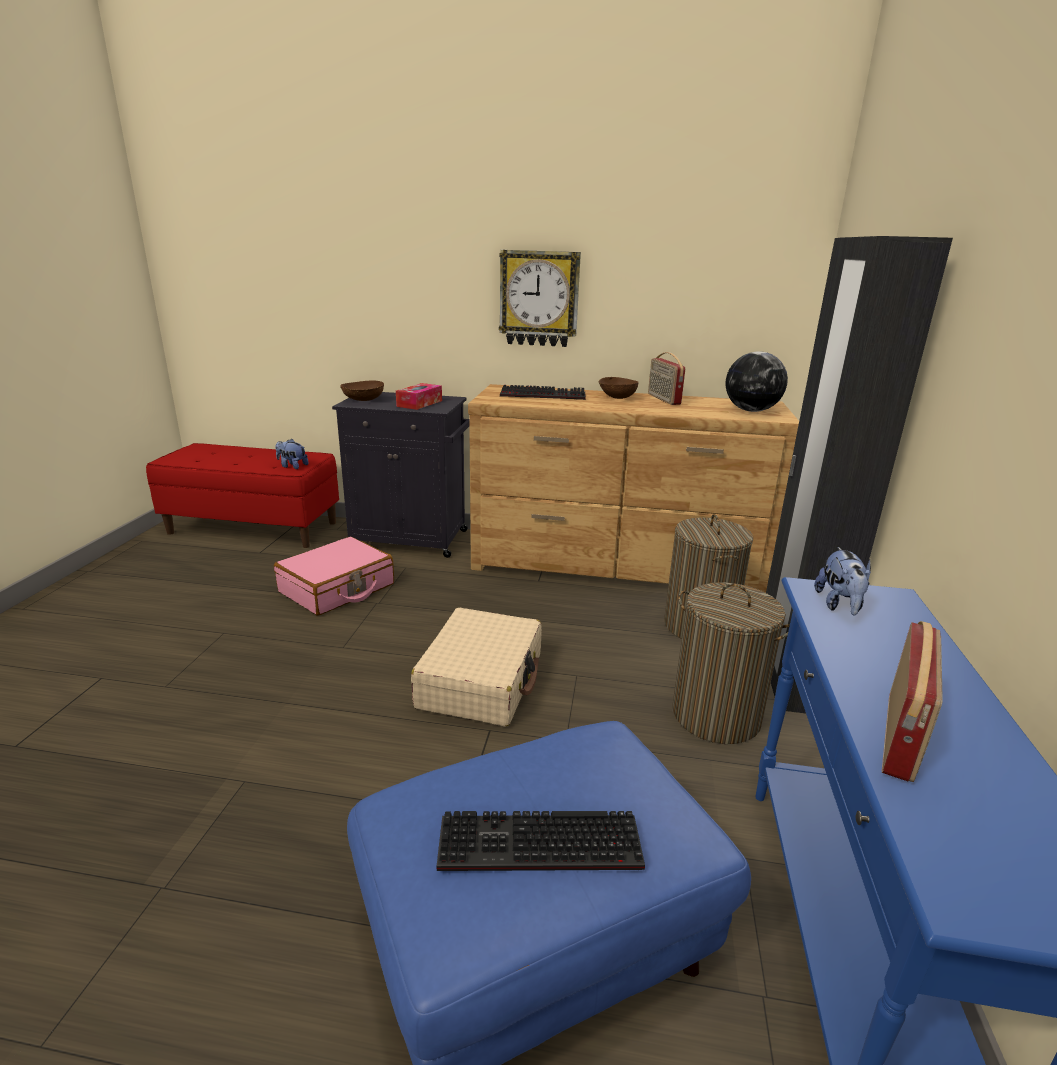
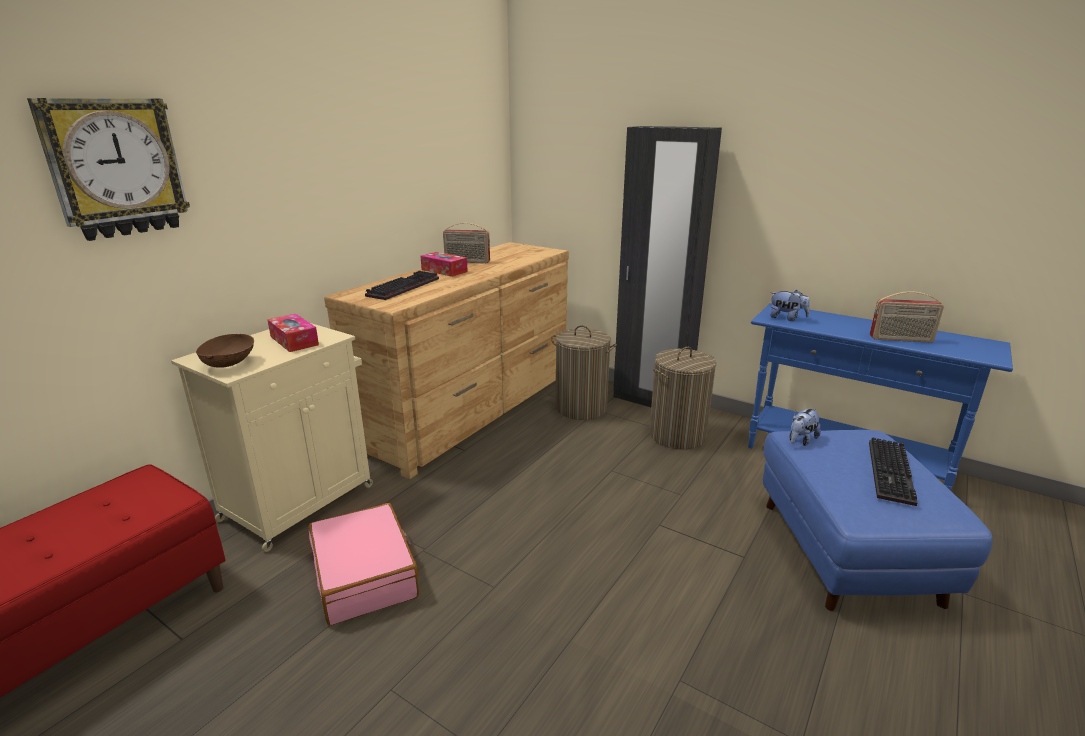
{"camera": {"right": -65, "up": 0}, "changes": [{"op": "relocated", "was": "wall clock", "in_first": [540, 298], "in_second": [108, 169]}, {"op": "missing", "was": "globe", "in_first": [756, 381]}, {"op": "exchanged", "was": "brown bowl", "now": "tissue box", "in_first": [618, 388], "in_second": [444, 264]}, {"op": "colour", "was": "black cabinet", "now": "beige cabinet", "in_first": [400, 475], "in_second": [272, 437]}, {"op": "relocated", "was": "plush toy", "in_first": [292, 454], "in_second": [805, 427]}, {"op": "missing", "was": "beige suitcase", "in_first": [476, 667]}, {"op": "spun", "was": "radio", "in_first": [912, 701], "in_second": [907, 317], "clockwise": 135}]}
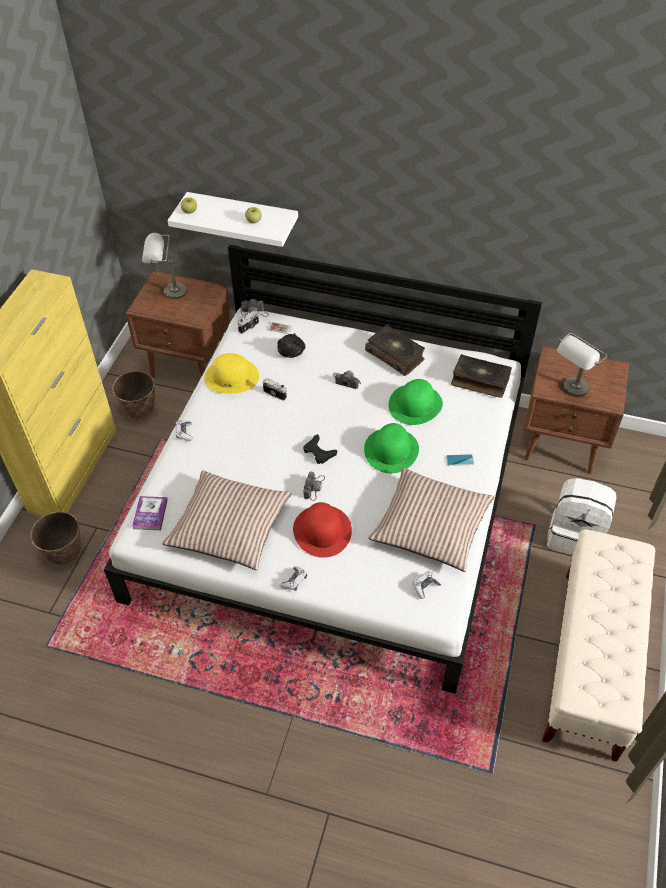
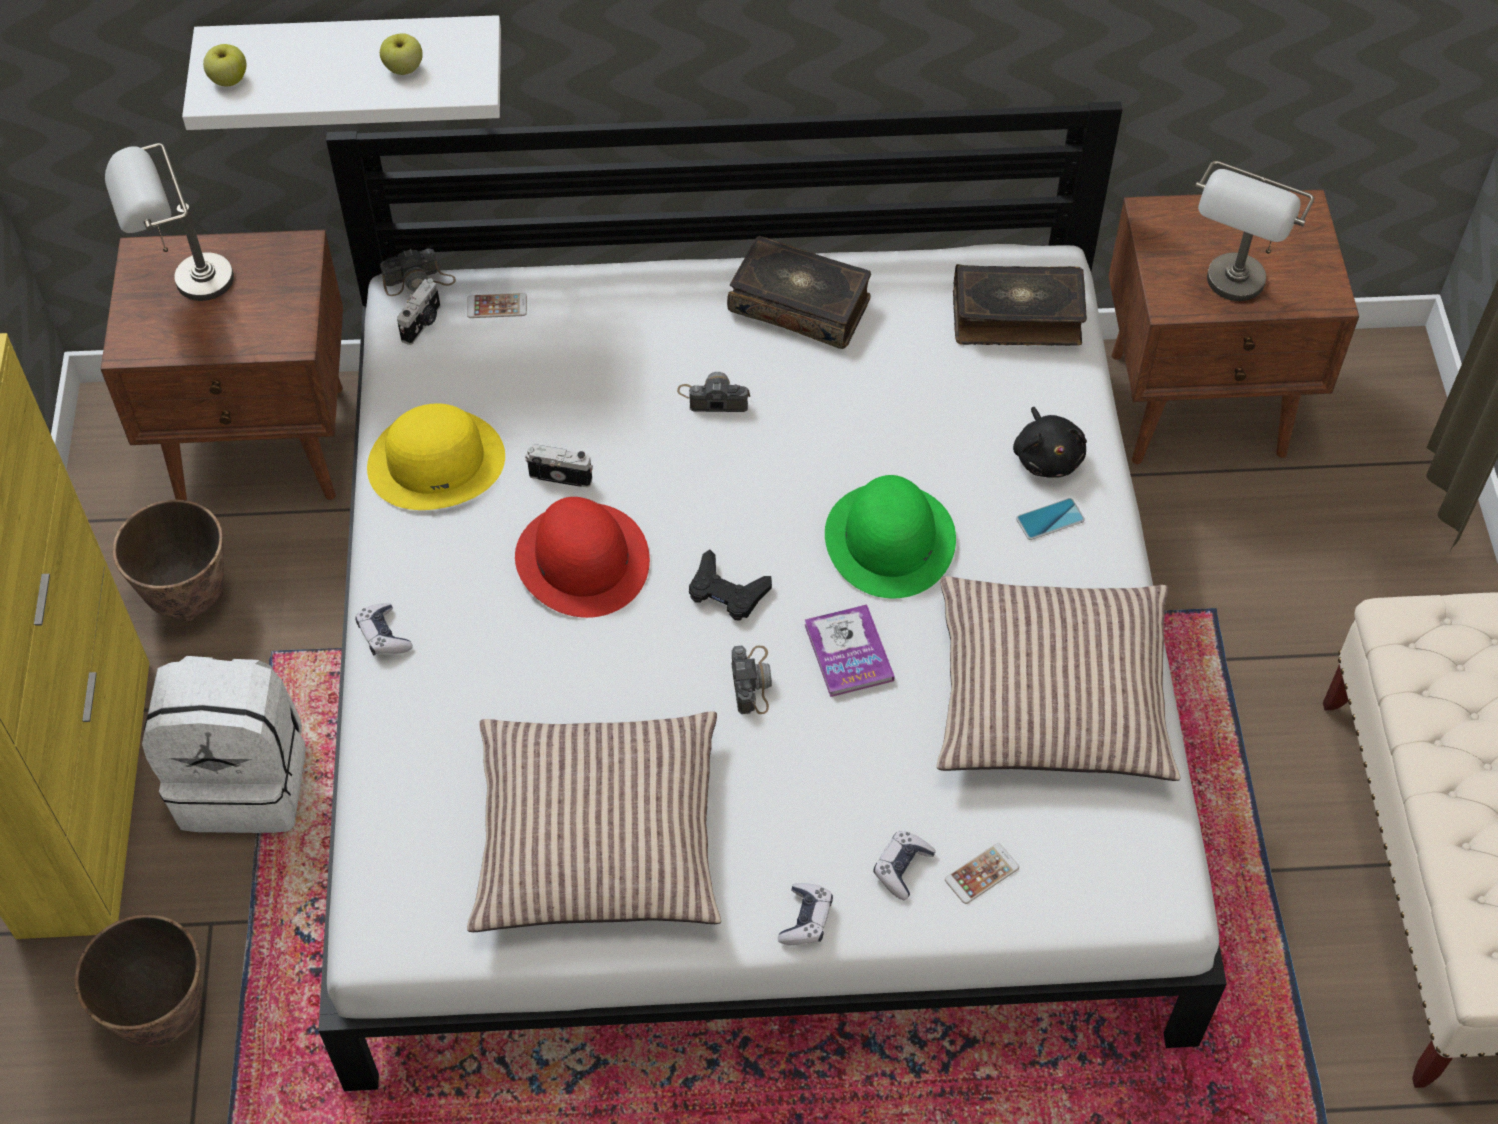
{"camera": {"right": -20, "up": 5}, "changes": [{"op": "relocated", "was": "black plush toy", "in_first": [291, 345], "in_second": [1050, 442]}, {"op": "missing", "was": "green hat", "in_first": [416, 402]}, {"op": "relocated", "was": "white backpack", "in_first": [582, 516], "in_second": [224, 744]}, {"op": "relocated", "was": "book", "in_first": [150, 513], "in_second": [850, 650]}, {"op": "relocated", "was": "red hat", "in_first": [322, 530], "in_second": [582, 557]}, {"op": "relocated", "was": "game controller", "in_first": [427, 585], "in_second": [905, 865]}, {"op": "appeared", "now": "phone", "in_second": [982, 873]}]}
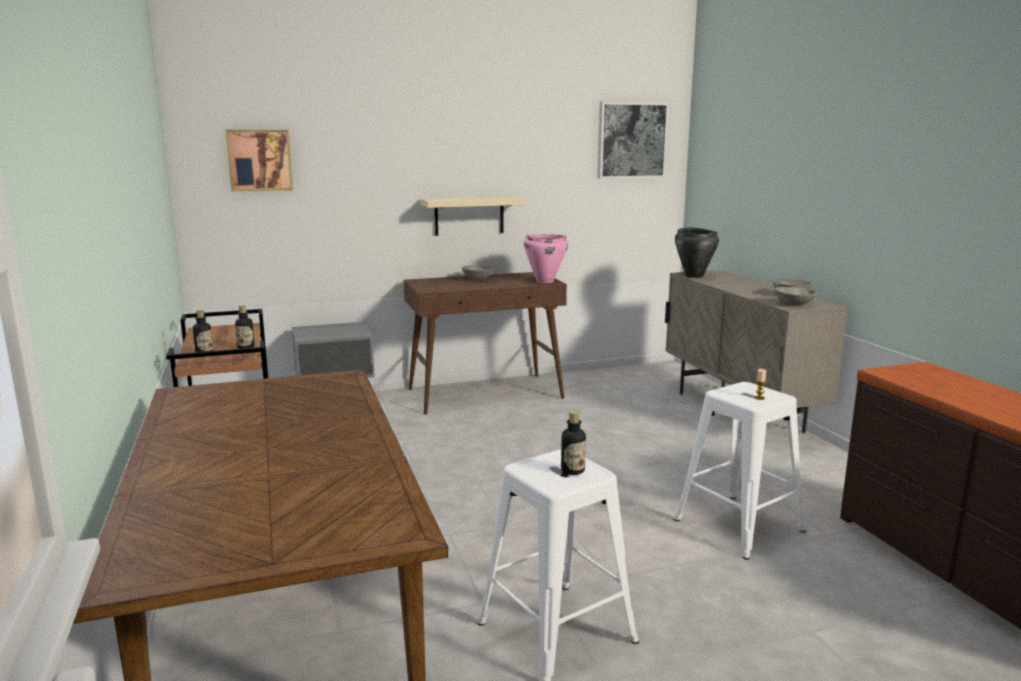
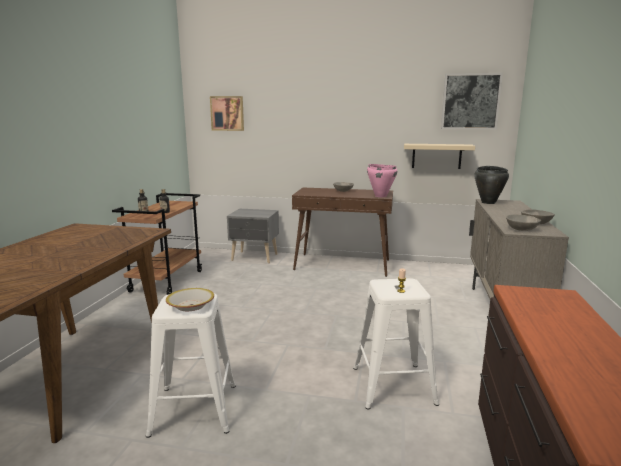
{"camera": {"right": 30, "up": 0}, "changes": [{"op": "relocated", "was": "beige shelf", "in_first": [473, 216], "in_second": [439, 156]}, {"op": "exchanged", "was": "bottle", "now": "bowl", "in_first": [573, 443], "in_second": [190, 299]}]}
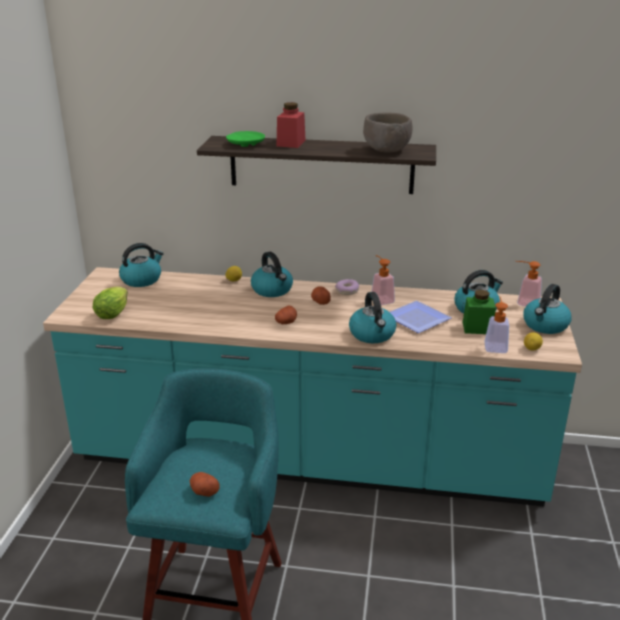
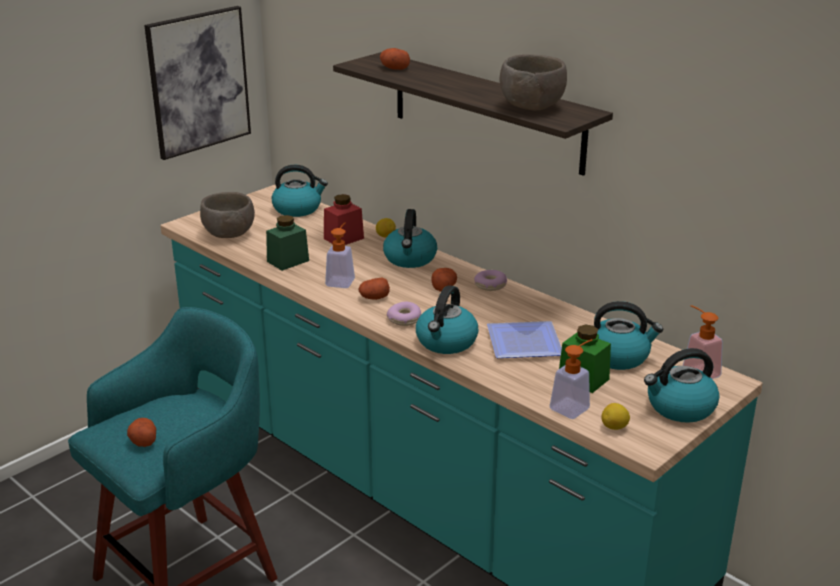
{"camera": {"right": 35, "up": 0}, "changes": [{"op": "relocated", "was": "red jar", "in_first": [291, 125], "in_second": [344, 219]}, {"op": "exchanged", "was": "green plate", "now": "potato", "in_first": [245, 139], "in_second": [395, 59]}, {"op": "relocated", "was": "soap dispenser", "in_first": [383, 280], "in_second": [340, 255]}, {"op": "exchanged", "was": "lettuce", "now": "brown bowl", "in_first": [110, 302], "in_second": [227, 215]}, {"op": "appeared", "now": "picture", "in_second": [197, 83]}, {"op": "appeared", "now": "green jar", "in_second": [287, 243]}, {"op": "appeared", "now": "donut", "in_second": [404, 314]}]}
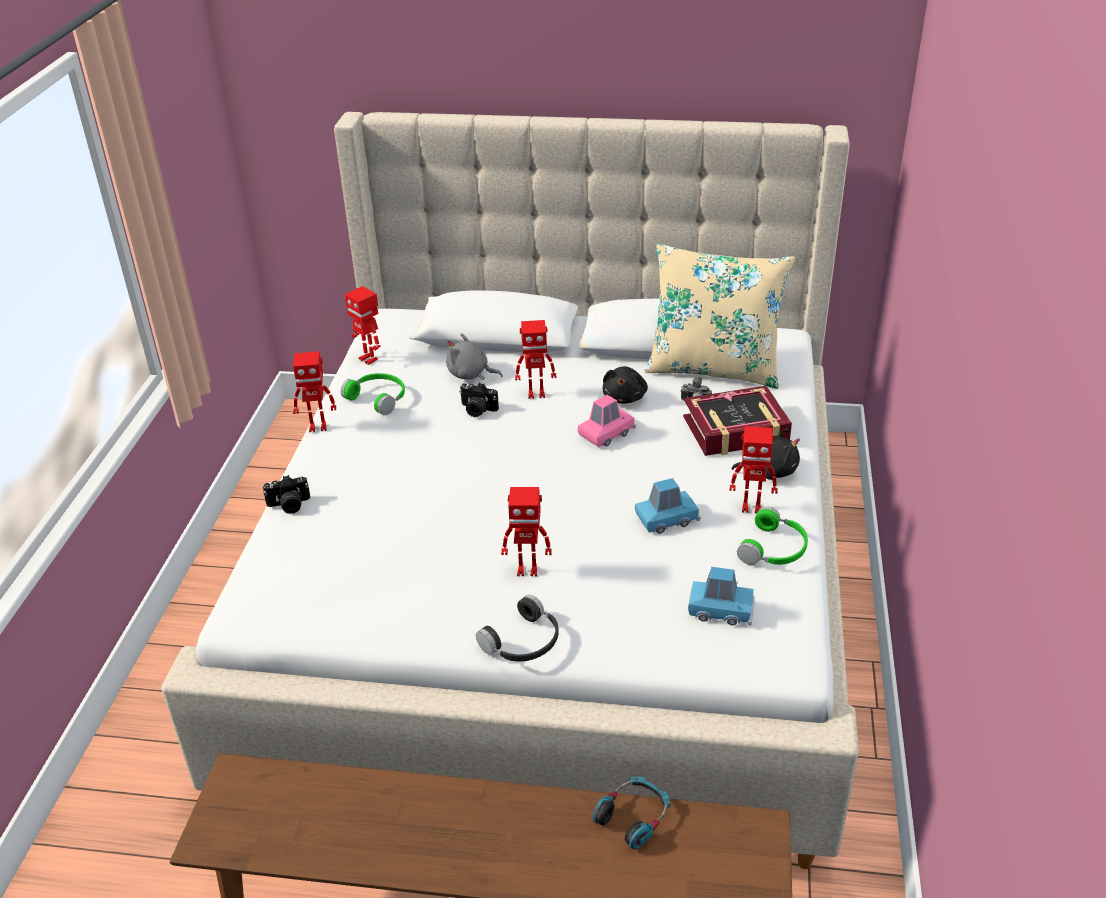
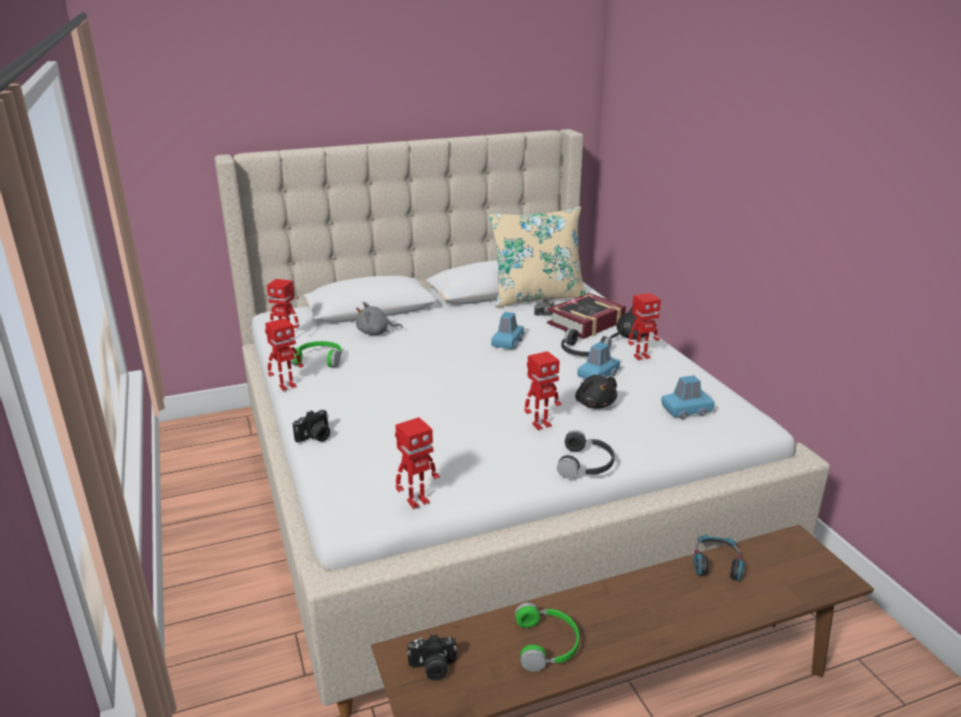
{"camera": {"right": -30, "up": -10}, "changes": [{"op": "relocated", "was": "toy robot", "in_first": [535, 359], "in_second": [417, 463]}, {"op": "relocated", "was": "black plush toy", "in_first": [625, 385], "in_second": [596, 392]}, {"op": "relocated", "was": "photo camera", "in_first": [479, 400], "in_second": [432, 657]}, {"op": "colour", "was": "pink toy car", "now": "blue toy car", "in_first": [607, 421], "in_second": [508, 330]}, {"op": "relocated", "was": "green headphones", "in_first": [772, 536], "in_second": [547, 637]}, {"op": "appeared", "now": "black headphones", "in_second": [586, 342]}]}
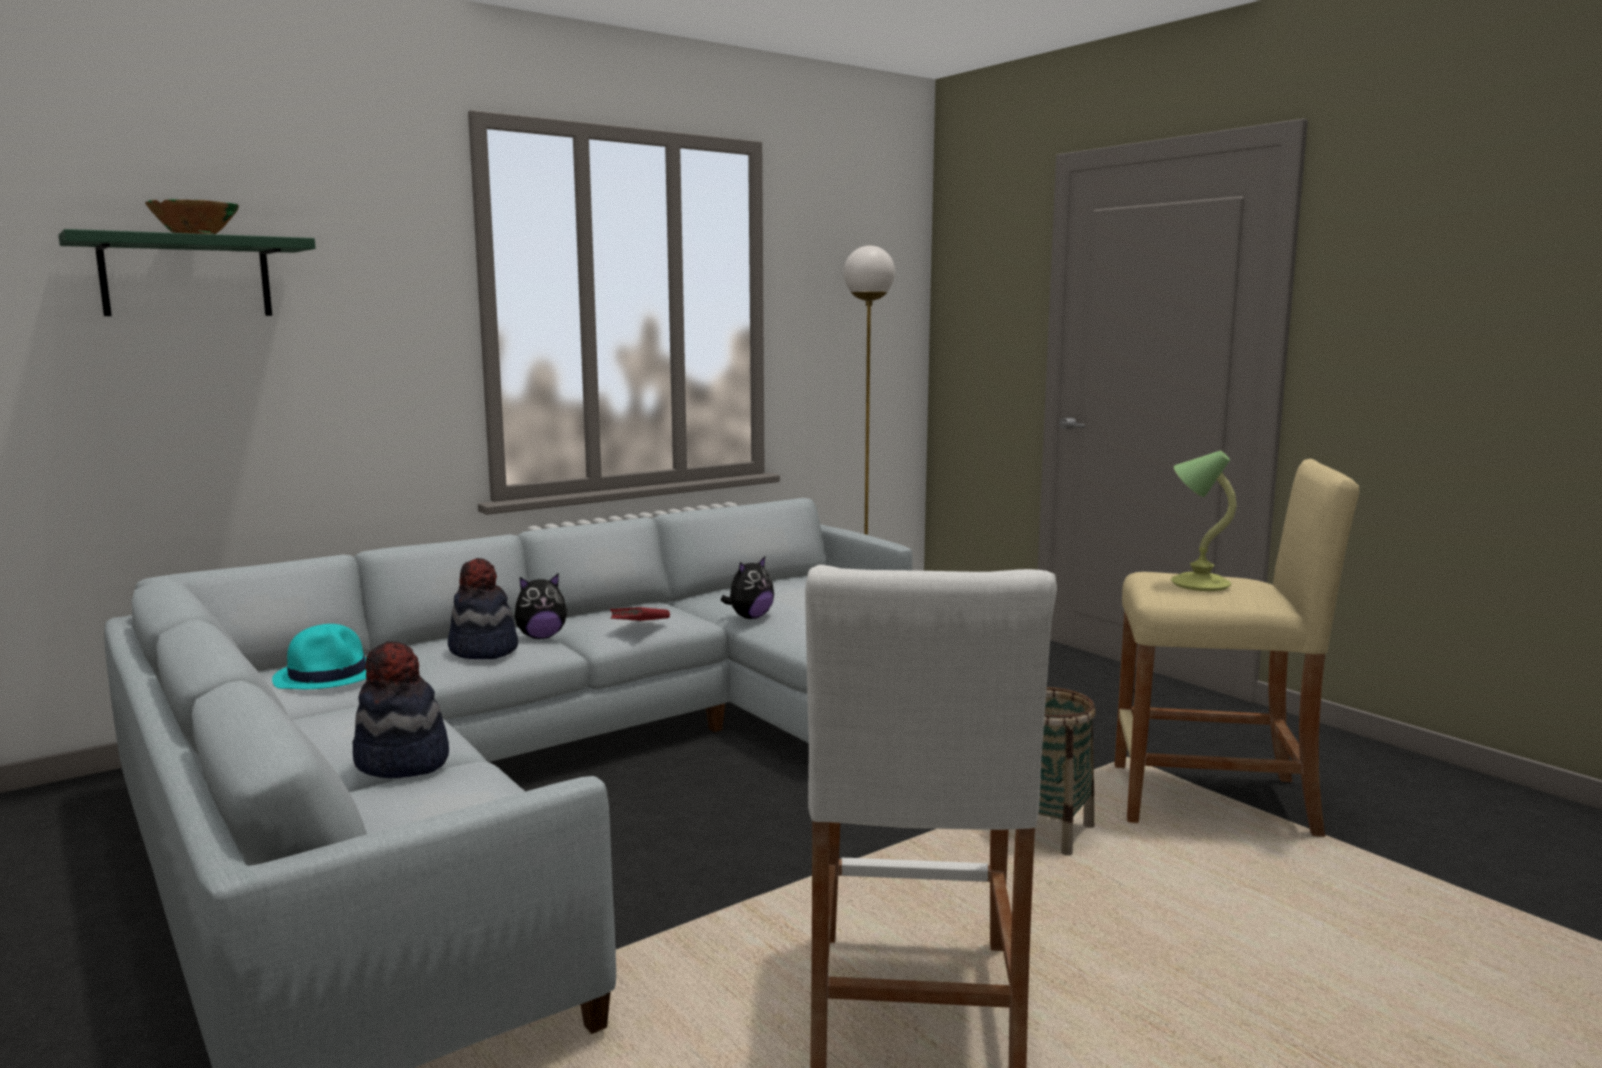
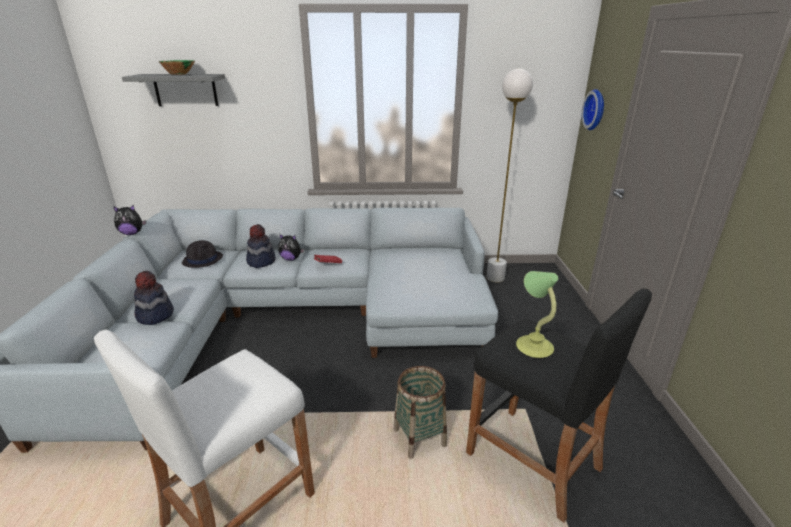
{"camera": {"right": 35, "up": 15}, "changes": [{"op": "colour", "was": "green shelf", "now": "grey shelf", "in_first": [187, 272], "in_second": [173, 90]}, {"op": "colour", "was": "beige stool", "now": "black stool", "in_first": [1237, 648], "in_second": [559, 406]}, {"op": "relocated", "was": "plush toy", "in_first": [747, 588], "in_second": [129, 220]}, {"op": "colour", "was": "turquoise hat", "now": "black hat", "in_first": [319, 656], "in_second": [202, 254]}, {"op": "appeared", "now": "wall clock", "in_second": [593, 109]}]}
